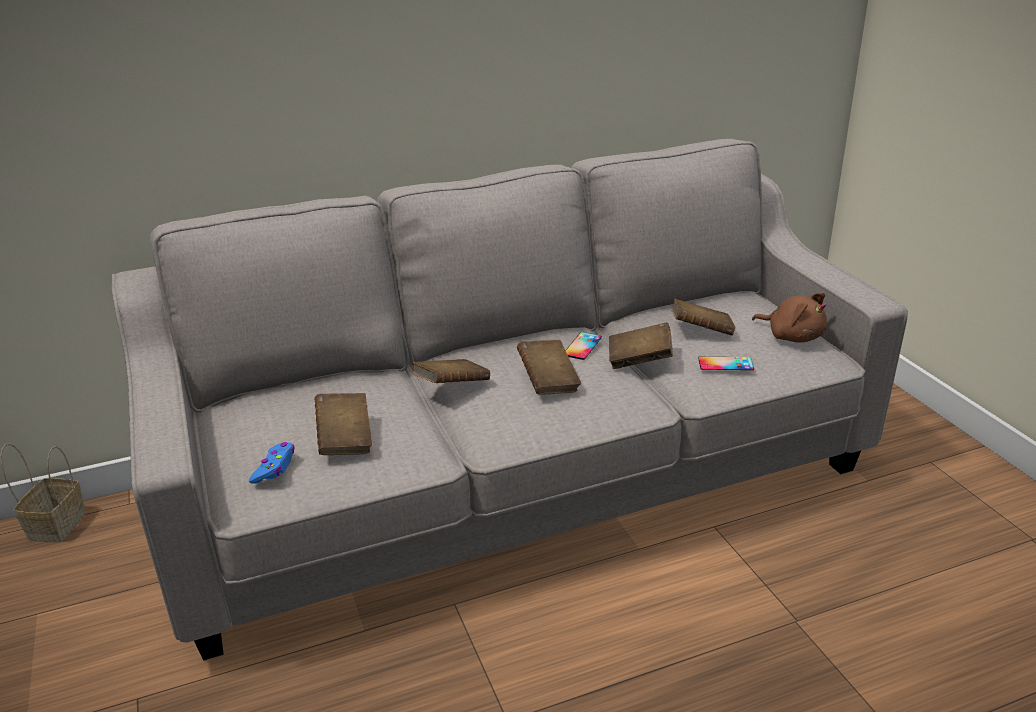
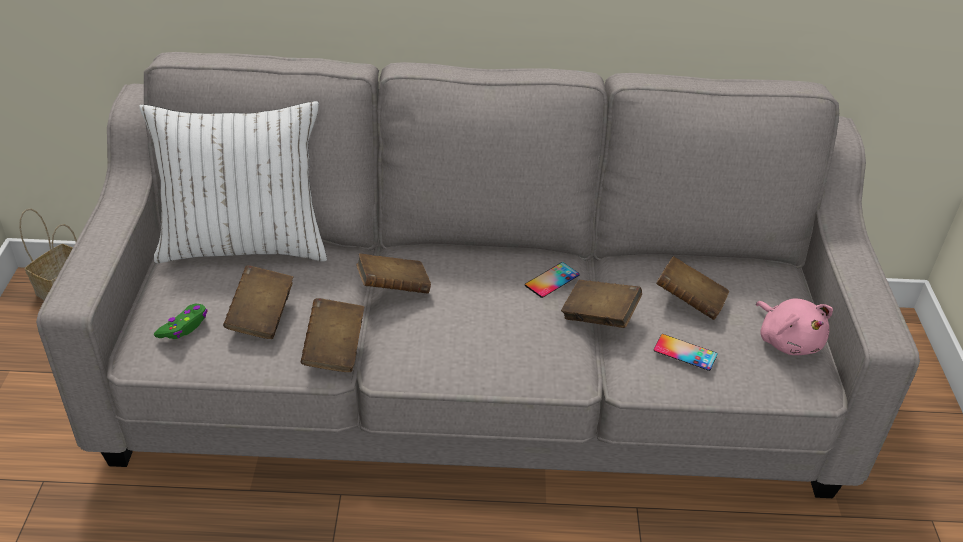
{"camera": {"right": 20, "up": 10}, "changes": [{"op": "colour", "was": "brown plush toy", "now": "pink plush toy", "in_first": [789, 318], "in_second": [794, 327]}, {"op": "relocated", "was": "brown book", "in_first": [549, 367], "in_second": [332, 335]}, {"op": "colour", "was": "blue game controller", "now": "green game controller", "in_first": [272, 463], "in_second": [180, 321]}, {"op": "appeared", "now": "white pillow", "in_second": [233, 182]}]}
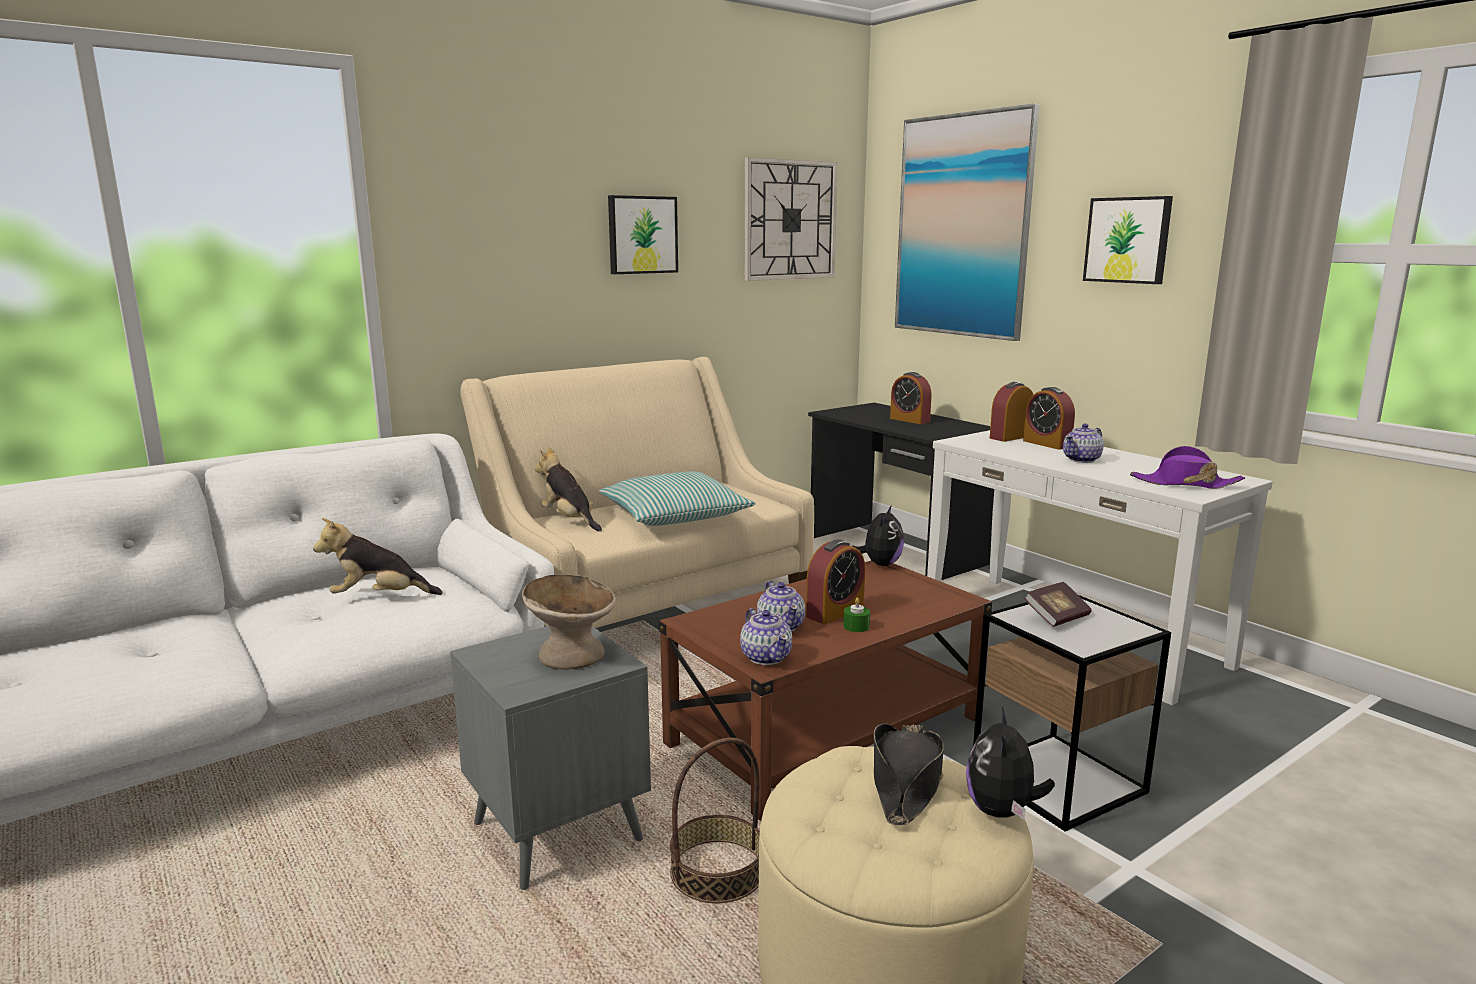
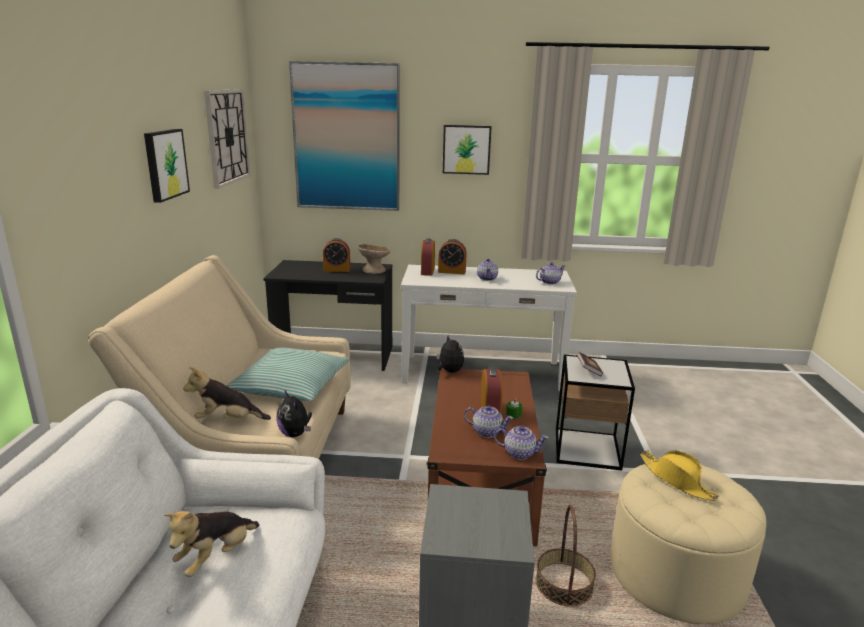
{"camera": {"right": -50, "up": 5}, "changes": [{"op": "exchanged", "was": "purple hat", "now": "teapot", "in_first": [1187, 467], "in_second": [551, 273]}, {"op": "relocated", "was": "beige bowl", "in_first": [569, 622], "in_second": [374, 259]}, {"op": "relocated", "was": "plush toy", "in_first": [1010, 763], "in_second": [294, 414]}, {"op": "colour", "was": "black hat", "now": "yellow hat", "in_first": [909, 774], "in_second": [679, 475]}]}
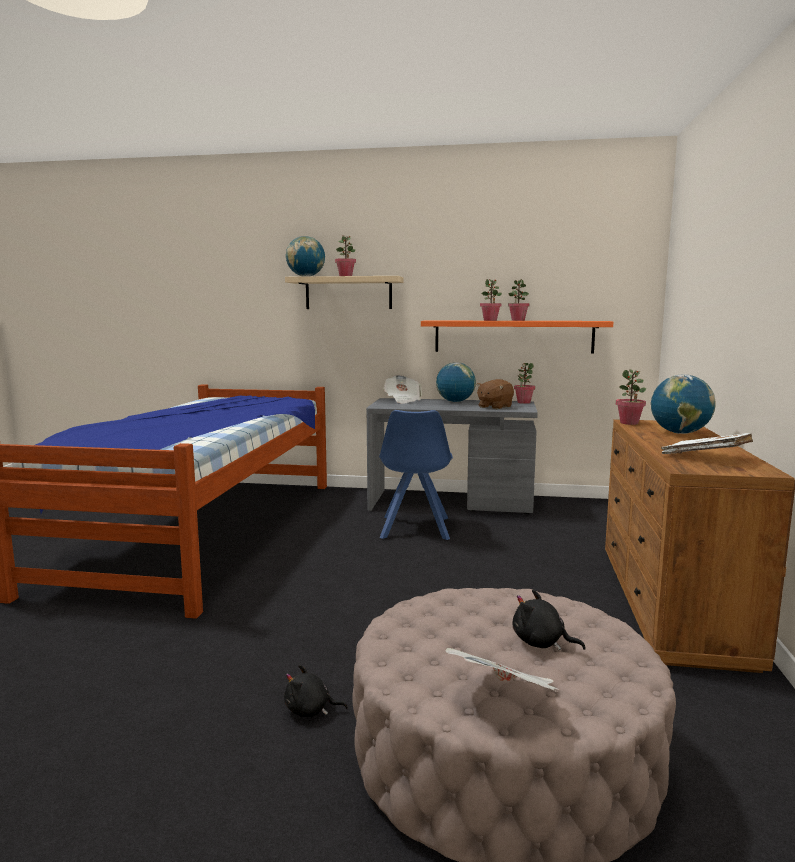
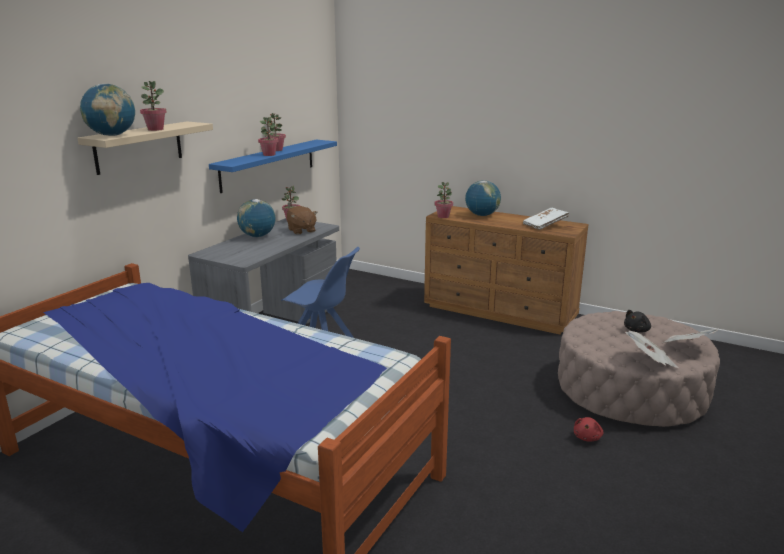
{"camera": {"right": -70, "up": 10}, "changes": [{"op": "colour", "was": "orange shelf", "now": "blue shelf", "in_first": [517, 337], "in_second": [273, 166]}, {"op": "relocated", "was": "newspaper", "in_first": [402, 389], "in_second": [652, 349]}, {"op": "colour", "was": "black plush toy", "now": "red plush toy", "in_first": [316, 690], "in_second": [588, 429]}]}
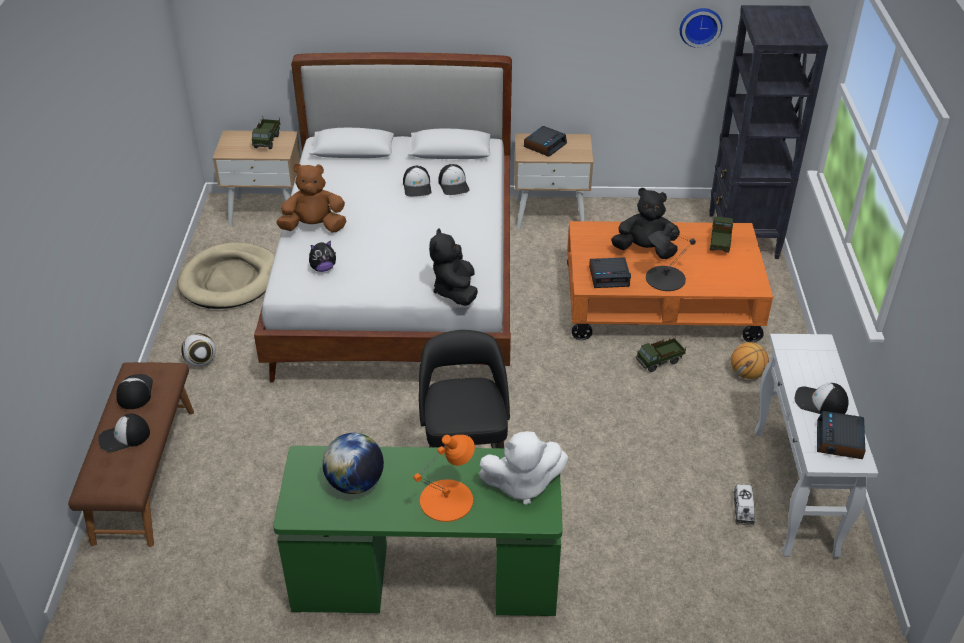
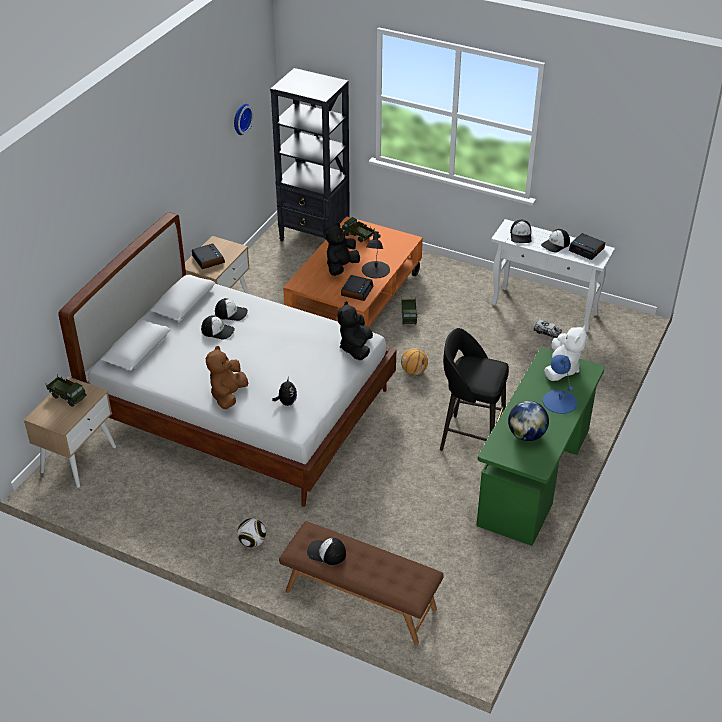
{"camera": {"right": -65, "up": 0}, "changes": [{"op": "spun", "was": "black plush toy", "in_first": [453, 267], "in_second": [355, 330], "clockwise": 75}, {"op": "missing", "was": "beige dog bed", "in_first": [226, 276]}, {"op": "relocated", "was": "basketball", "in_first": [750, 360], "in_second": [414, 361]}, {"op": "relocated", "was": "cap", "in_first": [124, 432], "in_second": [520, 231]}, {"op": "colour", "was": "orange table lamp", "now": "blue table lamp", "in_first": [444, 478], "in_second": [560, 384]}]}
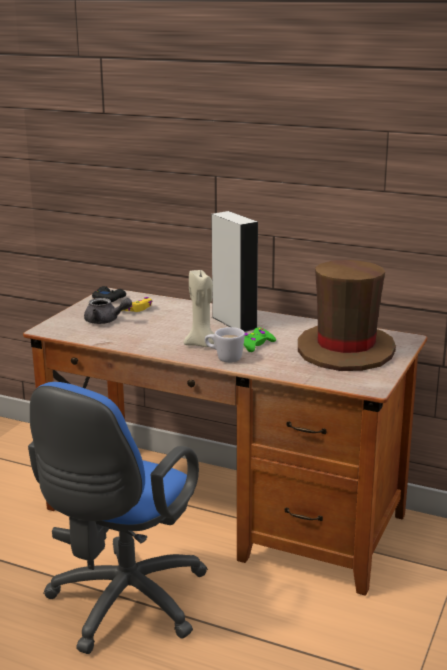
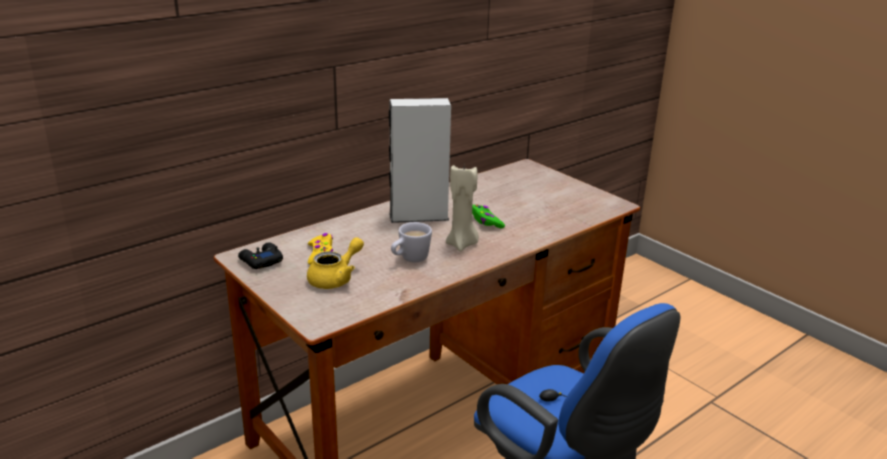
{"camera": {"right": -65, "up": 5}, "changes": [{"op": "missing", "was": "brown hat", "in_first": [347, 315]}, {"op": "colour", "was": "grey teapot", "now": "yellow teapot", "in_first": [108, 311], "in_second": [335, 263]}, {"op": "relocated", "was": "white mug", "in_first": [225, 345], "in_second": [411, 242]}]}
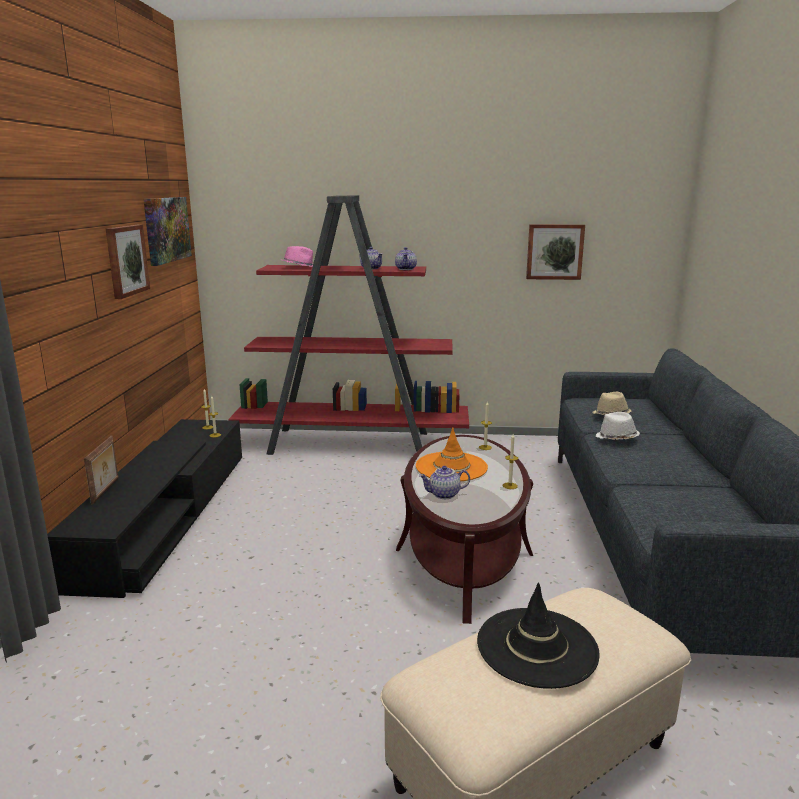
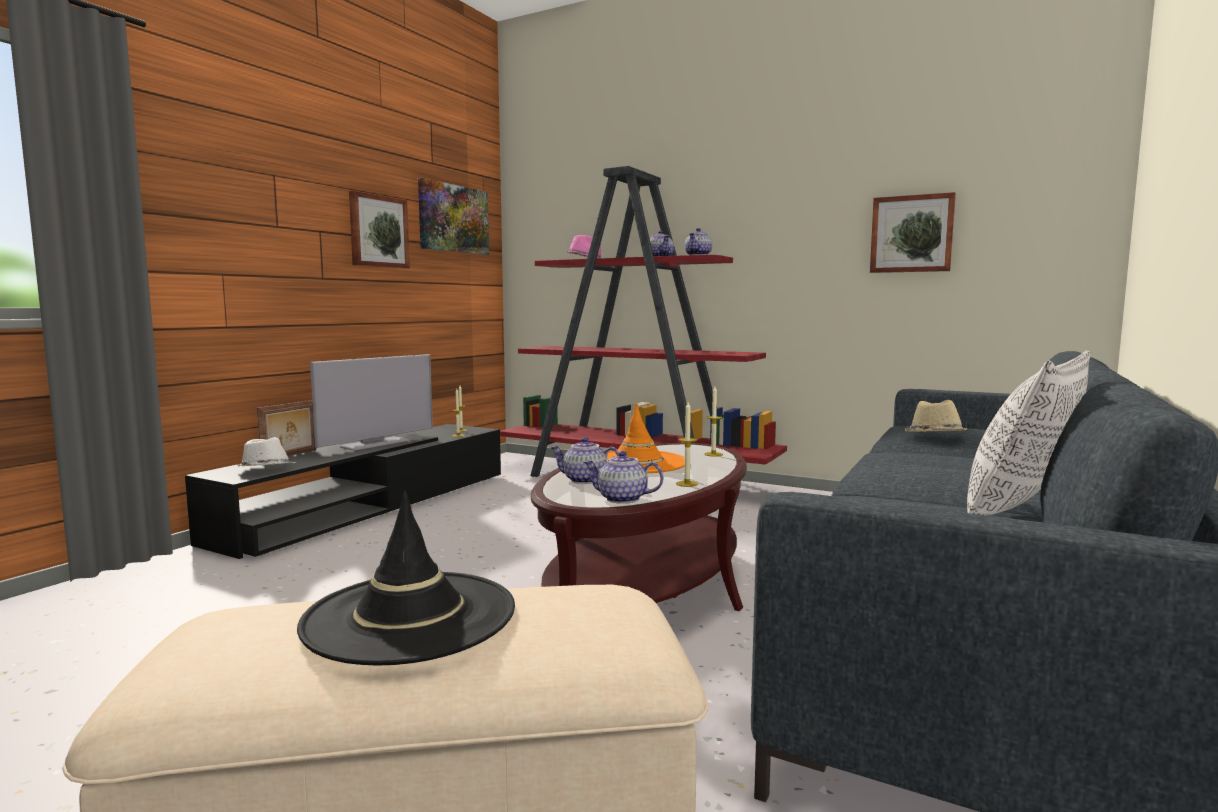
{"camera": {"right": 25, "up": -10}, "changes": [{"op": "relocated", "was": "white hat", "in_first": [617, 426], "in_second": [266, 452]}, {"op": "appeared", "now": "pillow", "in_second": [1028, 433]}, {"op": "appeared", "now": "television", "in_second": [371, 402]}, {"op": "appeared", "now": "teapot", "in_second": [624, 477]}]}
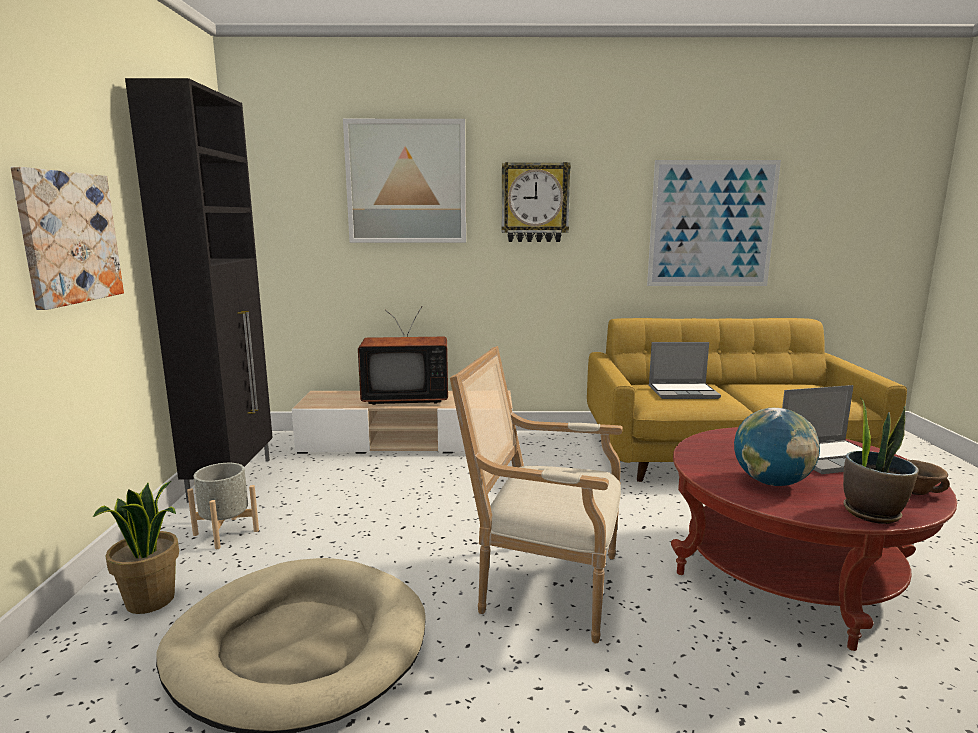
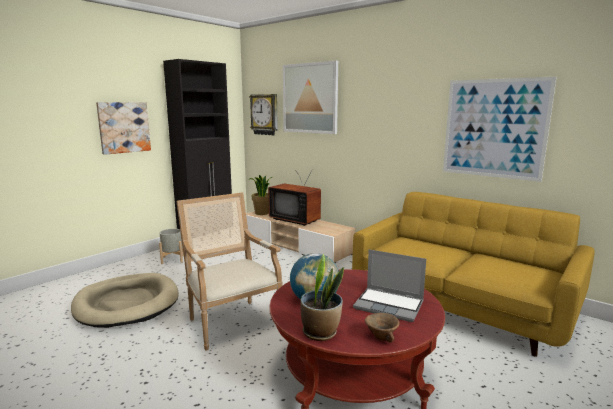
{"camera": {"right": 40, "up": 0}, "changes": [{"op": "relocated", "was": "wall clock", "in_first": [536, 202], "in_second": [263, 114]}, {"op": "missing", "was": "laptop", "in_first": [685, 370]}, {"op": "relocated", "was": "potted plant", "in_first": [136, 547], "in_second": [260, 195]}]}
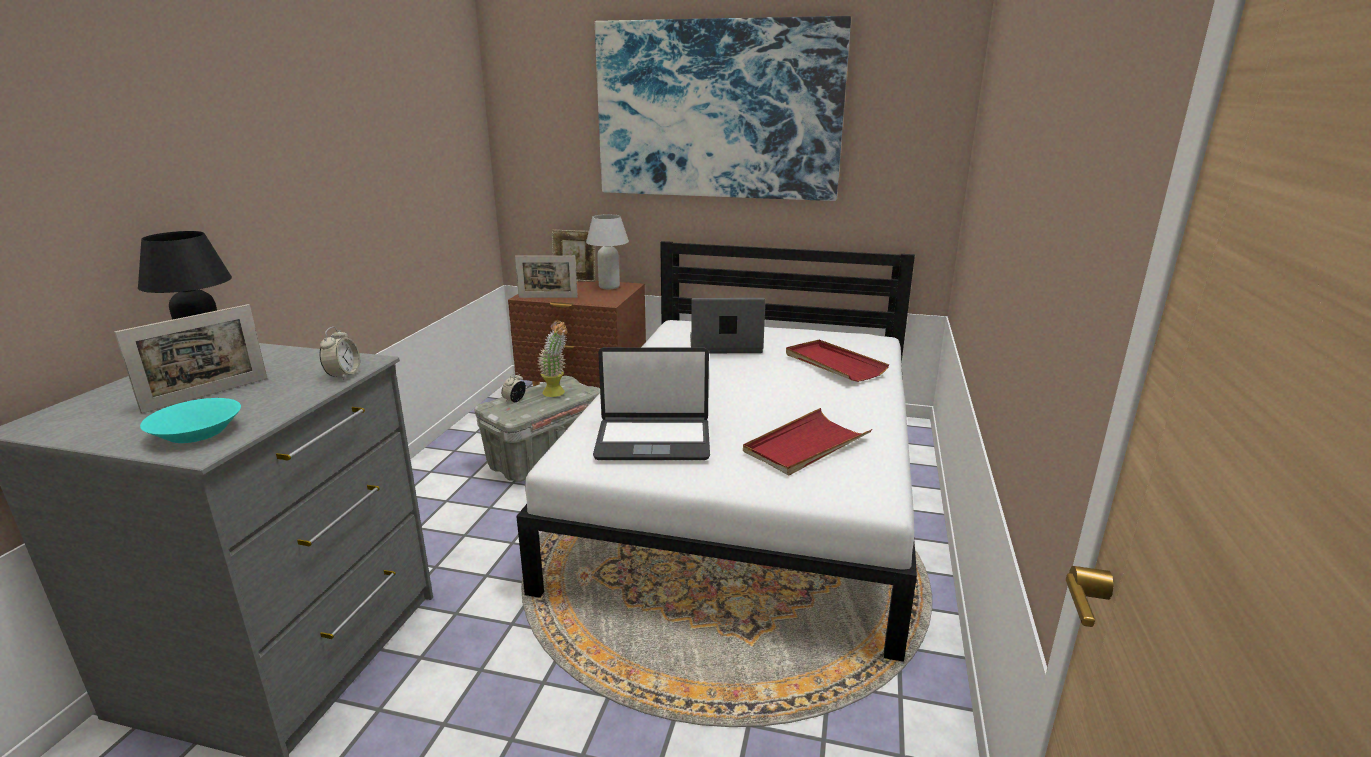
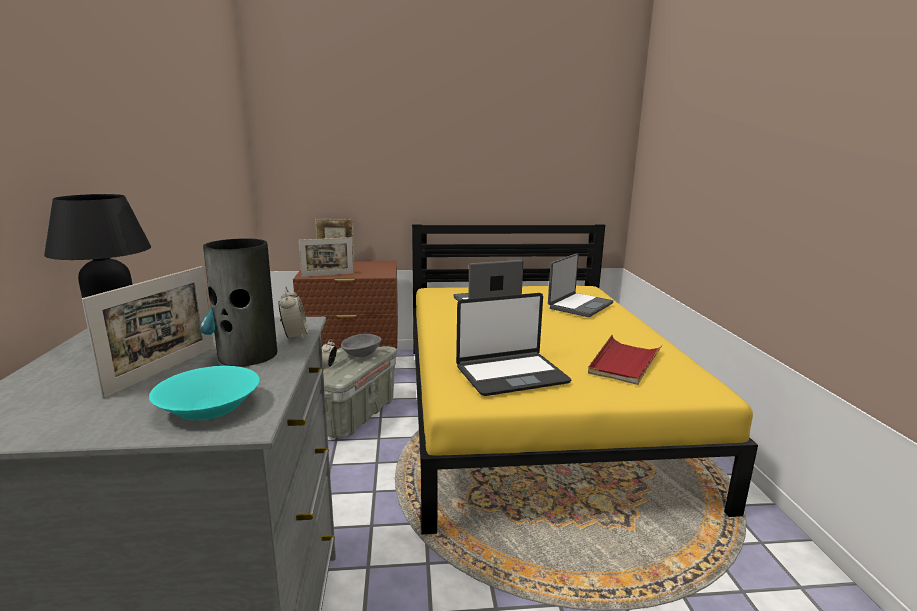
{"camera": {"right": -20, "up": -5}, "changes": [{"op": "missing", "was": "picture", "in_first": [723, 108]}, {"op": "missing", "was": "white table lamp", "in_first": [607, 251]}, {"op": "colour", "was": "white bed", "now": "yellow bed", "in_first": [716, 451], "in_second": [585, 379]}, {"op": "exchanged", "was": "potted plant", "now": "grey bowl", "in_first": [552, 358], "in_second": [361, 345]}, {"op": "exchanged", "was": "red tray", "now": "laptop", "in_first": [837, 361], "in_second": [581, 285]}, {"op": "appeared", "now": "vase", "in_second": [238, 302]}]}
